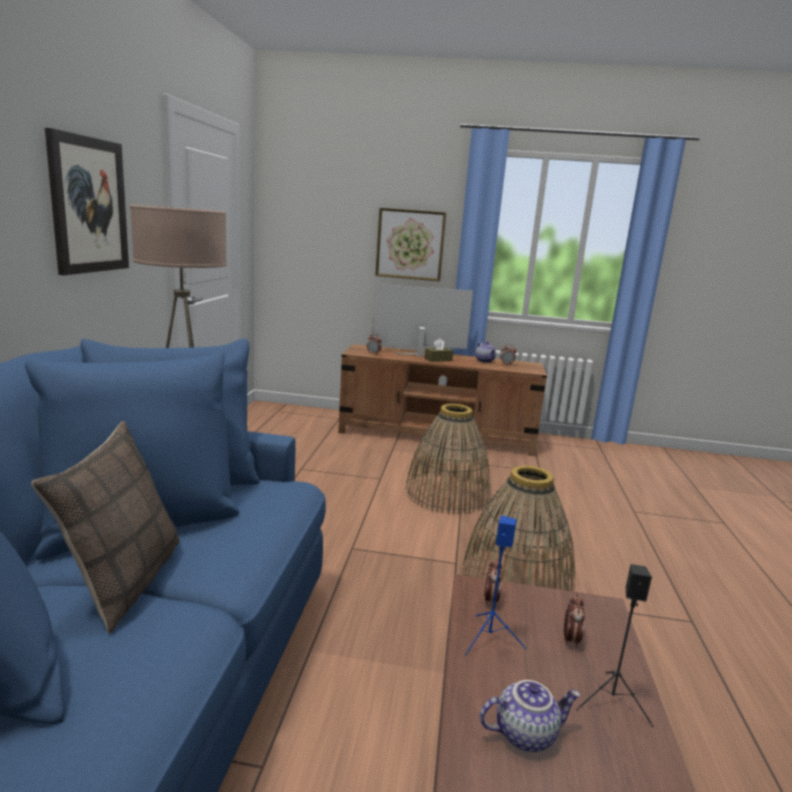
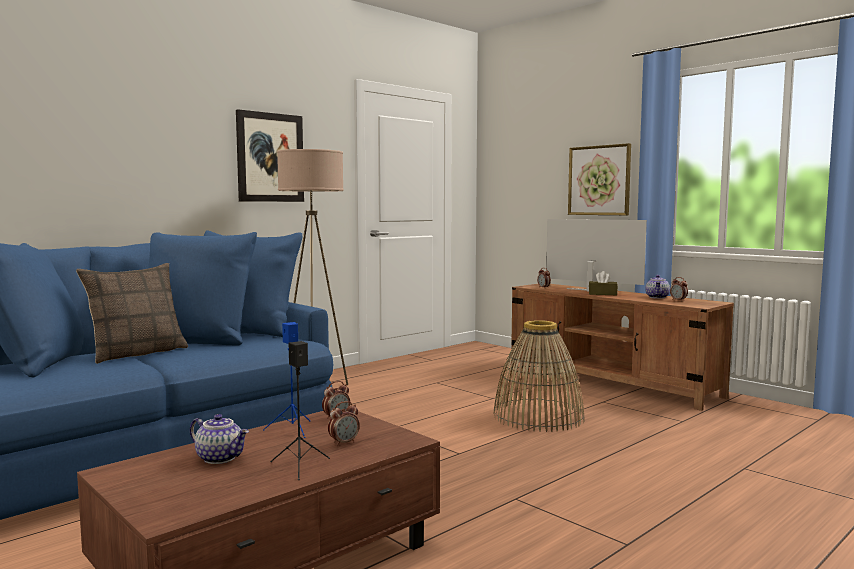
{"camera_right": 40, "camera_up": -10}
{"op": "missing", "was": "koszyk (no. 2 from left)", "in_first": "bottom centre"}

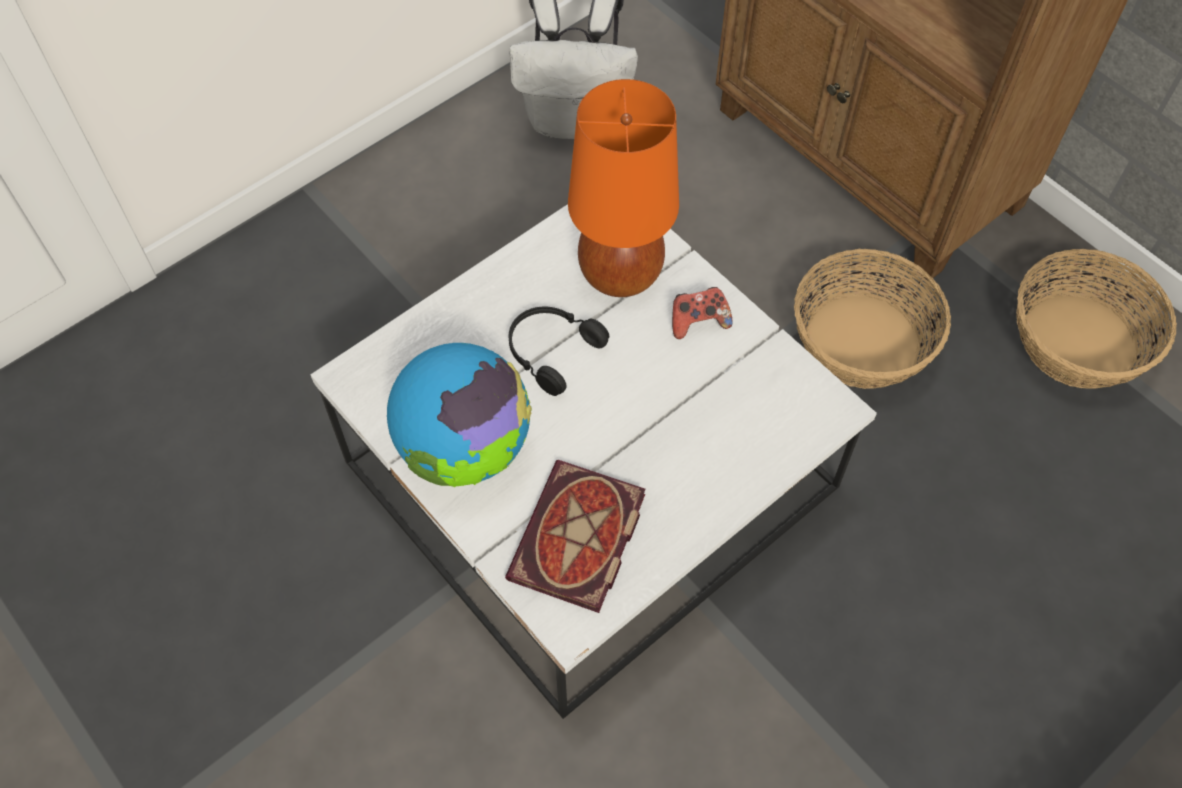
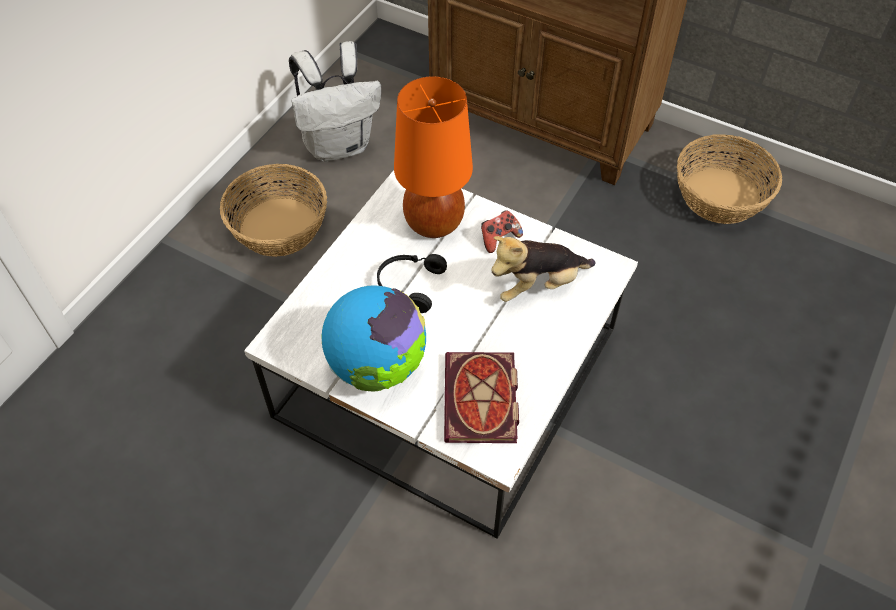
{"camera_right": -20, "camera_up": -5}
{"op": "relocated", "was": "koszyk (no. 1 from left)", "in_first": "middle right", "in_second": "middle left"}
{"op": "appeared", "now": "pluszak", "in_second": "centre"}

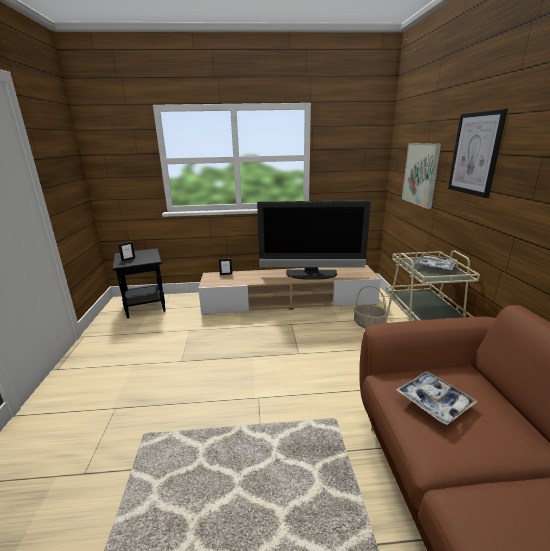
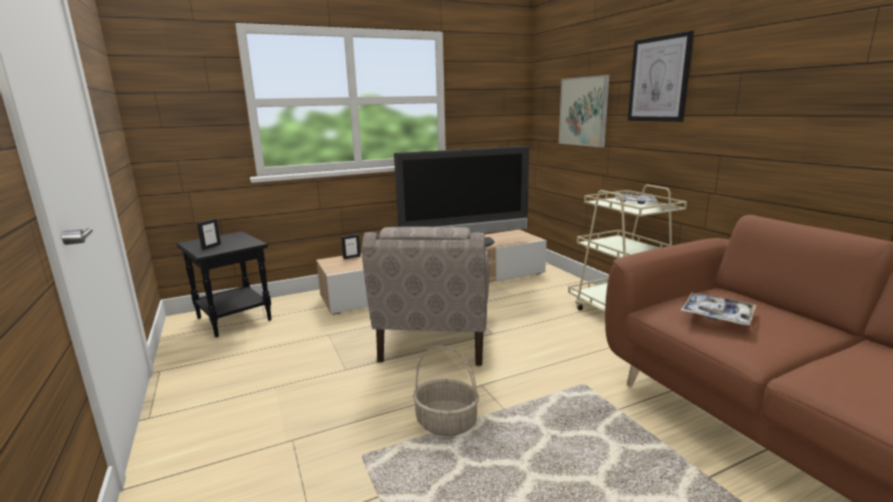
{"camera_right": -20, "camera_up": -5}
{"op": "appeared", "now": "fotel/beżowy", "in_second": "centre"}
{"op": "relocated", "was": "koszyk", "in_first": "middle right", "in_second": "bottom centre"}

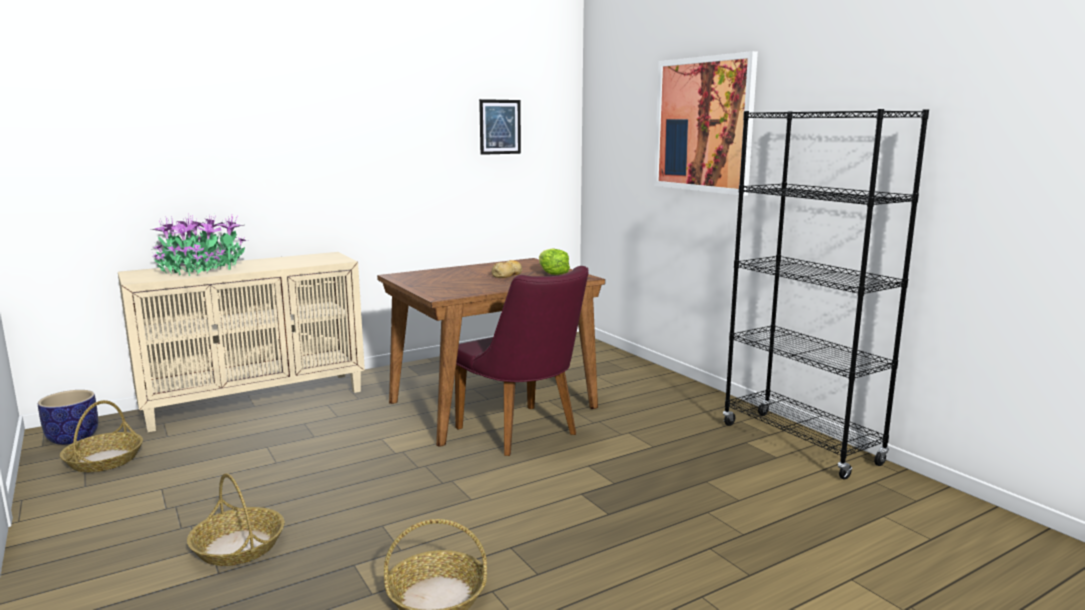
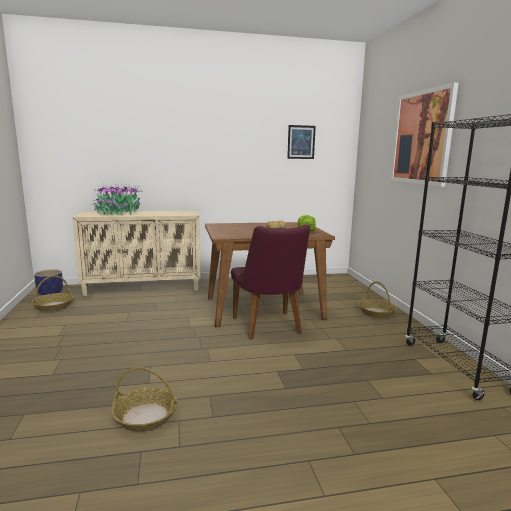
{"camera_right": 20, "camera_up": 0}
{"op": "relocated", "was": "koszyk (no. 2 from left in the first image)", "now": "koszyk (no. 3 from left)", "in_first": "bottom left", "in_second": "middle right"}

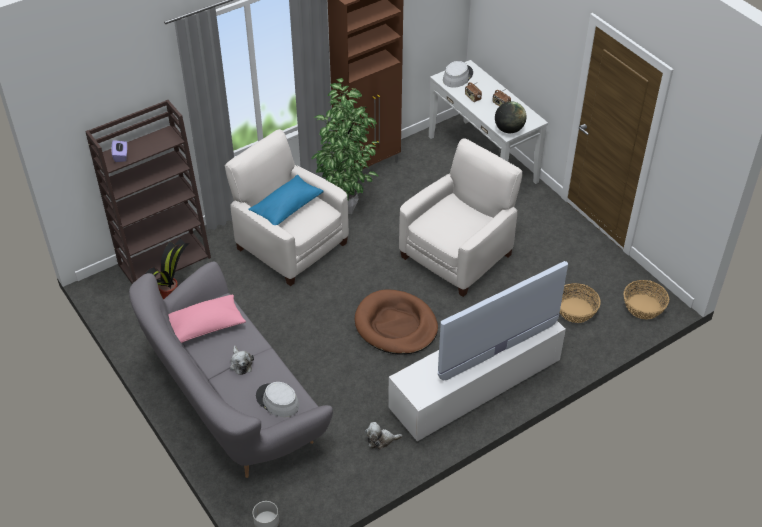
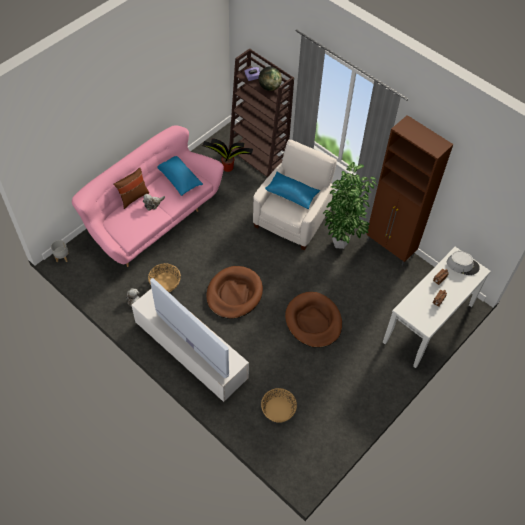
{"camera_right": 75, "camera_up": 10}
{"op": "colour", "was": "kanapa/szary", "now": "kanapa/różowy", "in_first": "bottom left", "in_second": "middle left"}
{"op": "appeared", "now": "poduszka/brązowy", "in_second": "middle left"}
{"op": "relocated", "was": "koszyk (no. 2 from left in the first image)", "now": "koszyk (no. 1 from left)", "in_first": "middle right", "in_second": "middle left"}
{"op": "colour", "was": "poduszka/różowy", "now": "poduszka/niebieski (no. 1 from left)", "in_first": "middle left", "in_second": "centre"}
{"op": "relocated", "was": "globus", "in_first": "top right", "in_second": "top centre"}
{"op": "exchanged", "was": "fotel/biały (no. 2 from left)", "now": "legowisko/brązowy (no. 2 from left)", "in_first": "centre", "in_second": "centre"}
{"op": "missing", "was": "kapelusz/szary (no. 1 from left)", "in_first": "bottom centre"}

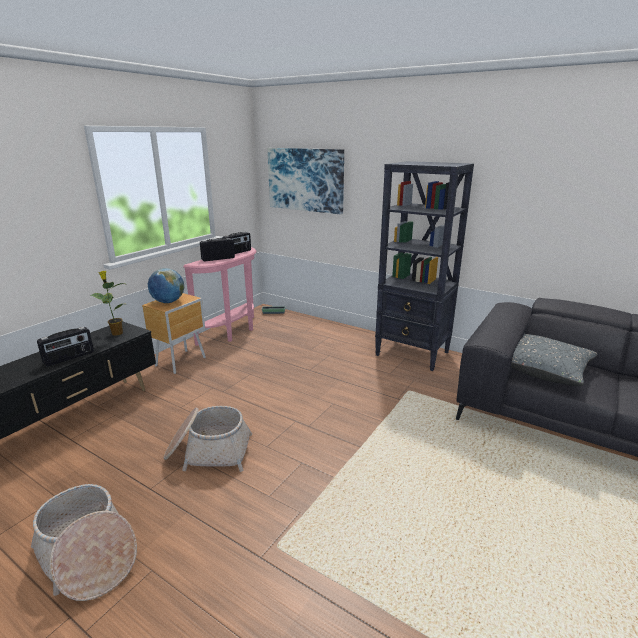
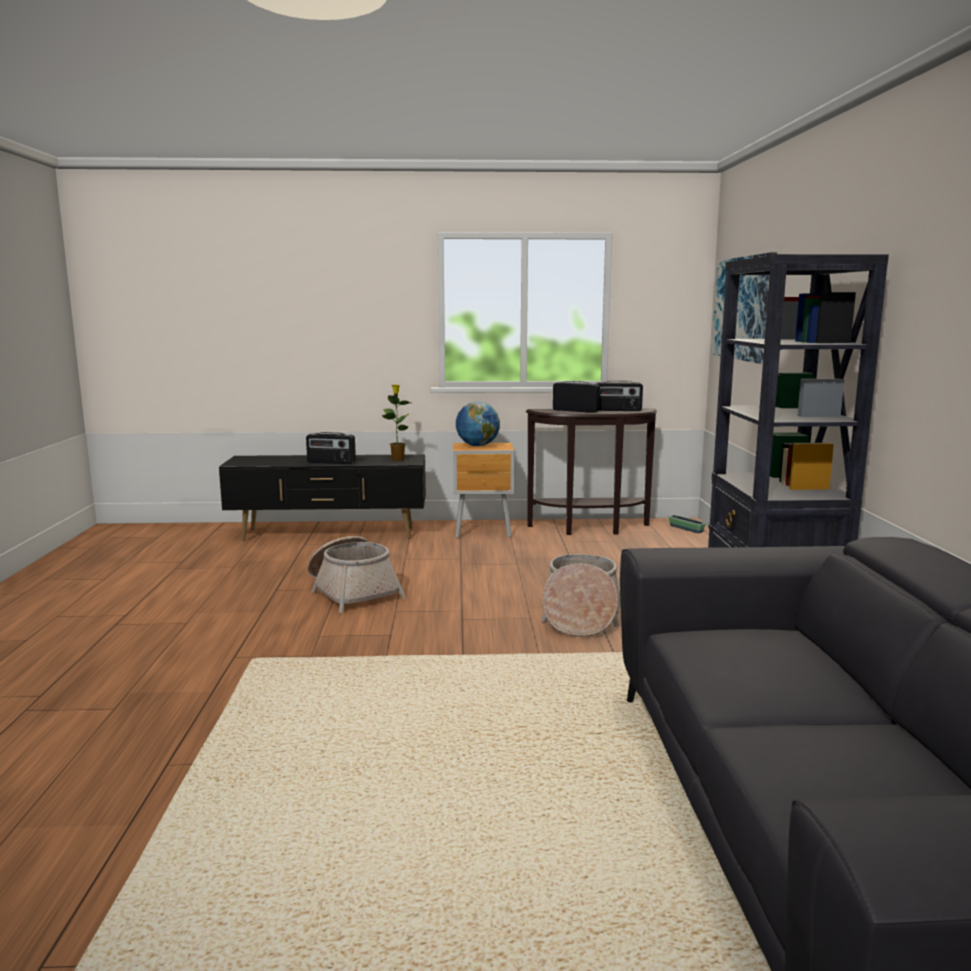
{"camera_right": 55, "camera_up": -10}
{"op": "colour", "was": "stolik konsolowy/różowy", "now": "stolik konsolowy/brązowy", "in_first": "centre", "in_second": "centre"}
{"op": "relocated", "was": "koszyk (no. 1 from left in the first image)", "now": "koszyk (no. 2 from left)", "in_first": "bottom left", "in_second": "centre"}
{"op": "missing", "was": "poduszka/szary", "in_first": "middle right"}

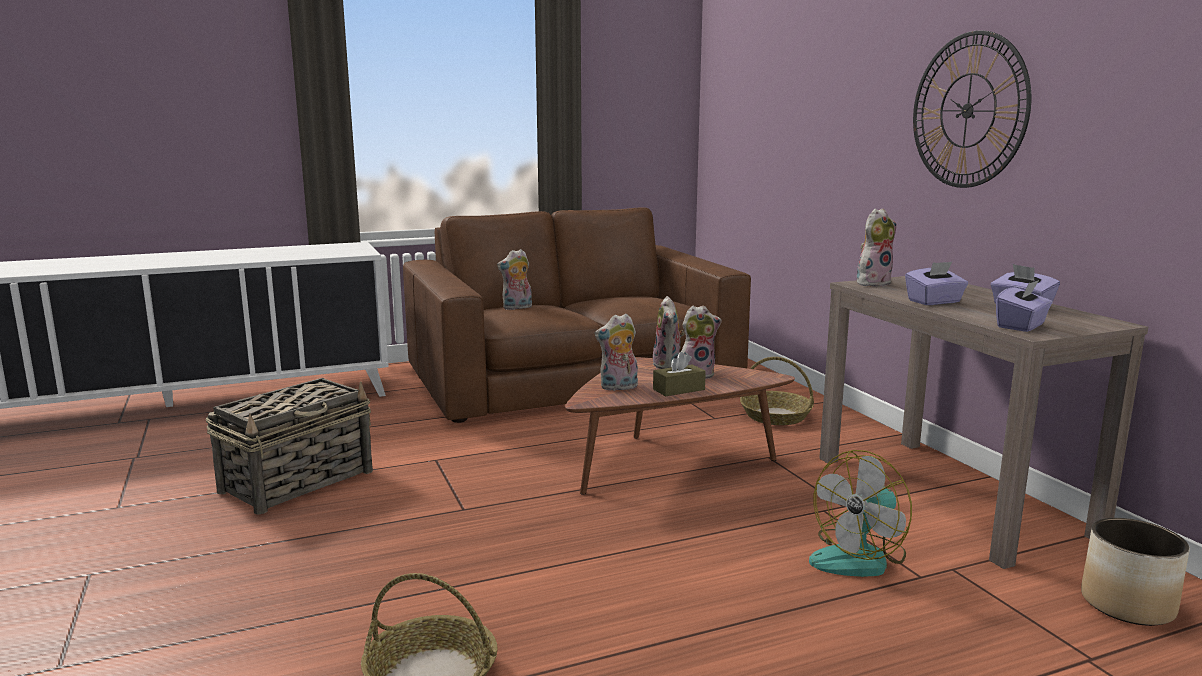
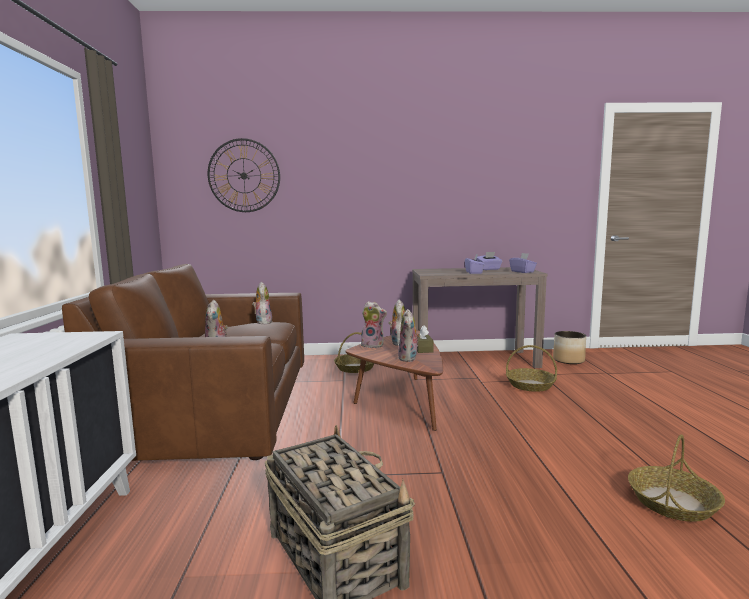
{"camera_right": -70, "camera_up": -5}
{"op": "relocated", "was": "zegar ścienny", "in_first": "top right", "in_second": "top left"}
{"op": "relocated", "was": "pluszak (no. 5 from left in the first image)", "now": "pluszak (no. 2 from left)", "in_first": "middle right", "in_second": "centre"}
{"op": "exchanged", "was": "wentylator", "now": "koszyk (no. 3 from left)", "in_first": "bottom right", "in_second": "middle right"}

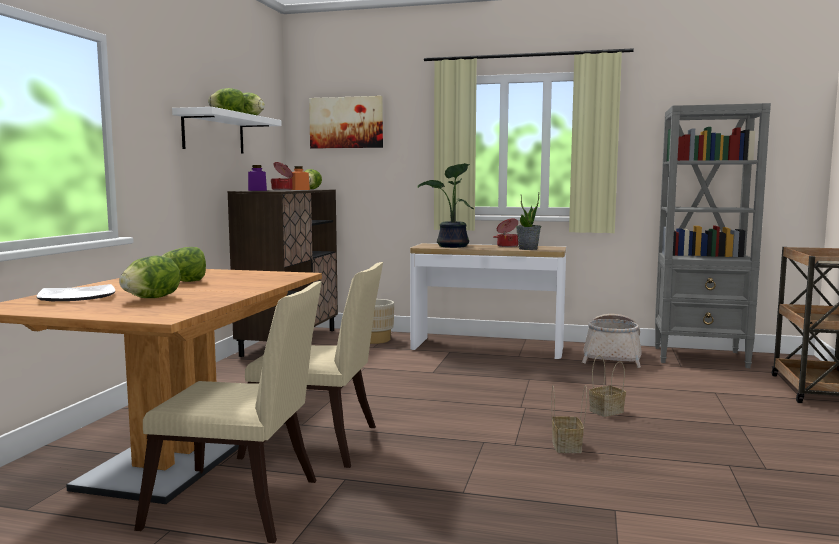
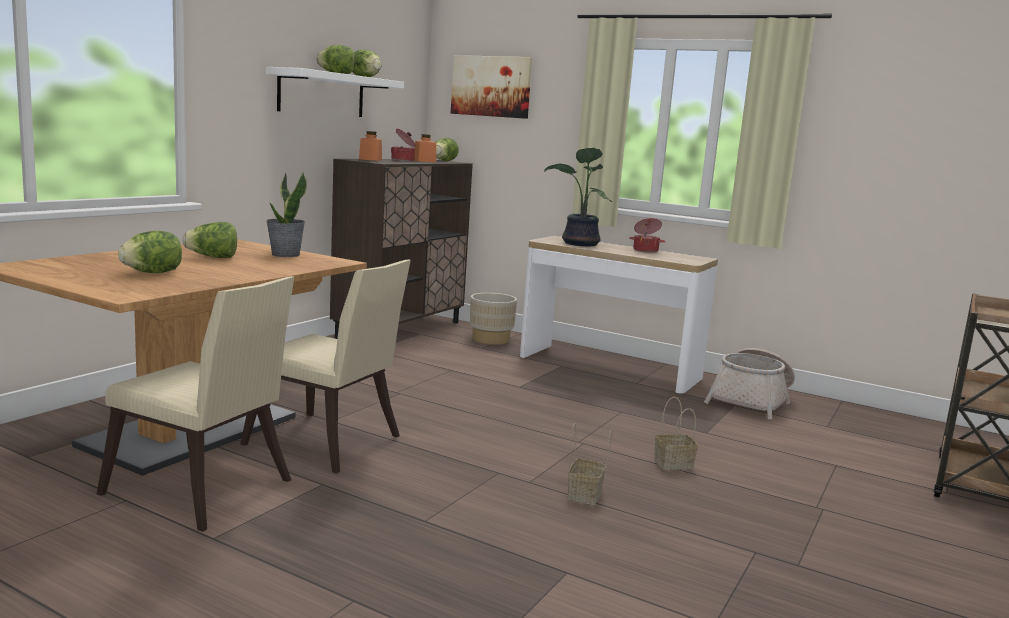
{"camera_right": 15, "camera_up": 5}
{"op": "relocated", "was": "roślina doniczkowa (no. 2 from left in the first image)", "now": "roślina doniczkowa (no. 1 from left)", "in_first": "centre", "in_second": "middle left"}
{"op": "colour", "was": "słoik/fioletowy", "now": "słoik/pomarańczowy (no. 1 from left)", "in_first": "top left", "in_second": "top centre"}
{"op": "missing", "was": "talerz", "in_first": "middle left"}
{"op": "missing", "was": "regał/szary", "in_first": "middle right"}

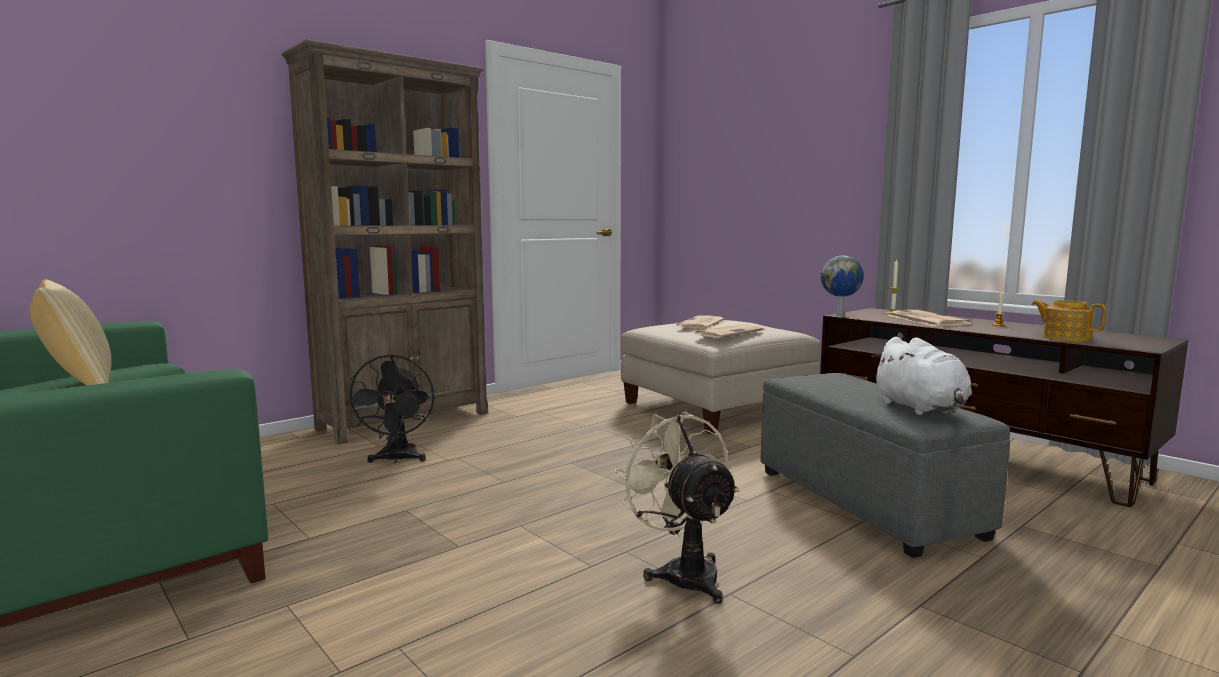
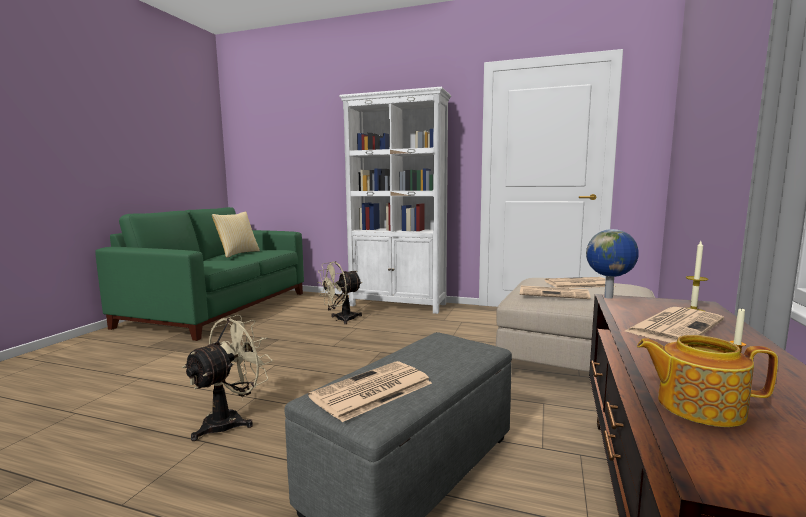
{"camera_right": 60, "camera_up": 0}
{"op": "exchanged", "was": "pluszak/biały", "now": "gazeta (no. 1 from left)", "in_first": "middle right", "in_second": "bottom centre"}
{"op": "colour", "was": "wentylator/czarny", "now": "wentylator/beżowy (no. 2 from left)", "in_first": "middle left", "in_second": "centre"}
{"op": "colour", "was": "regał/brązowy", "now": "regał/biały", "in_first": "middle left", "in_second": "centre"}
{"op": "spun", "was": "imbryk", "in_first": "middle right", "in_second": "bottom right", "clockwise": -90}

